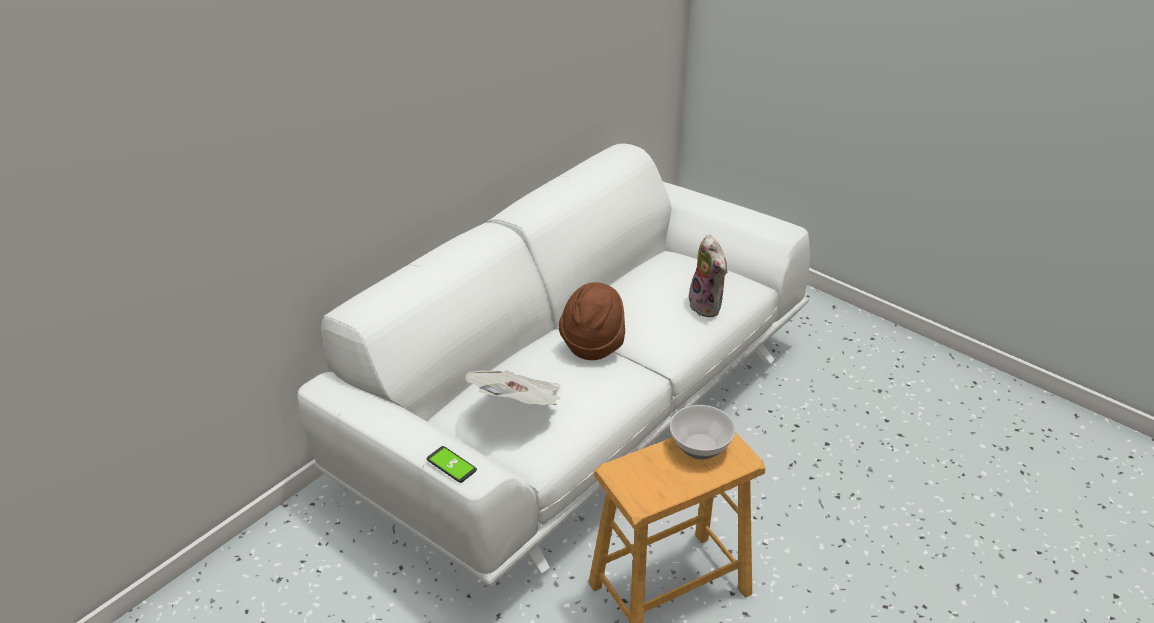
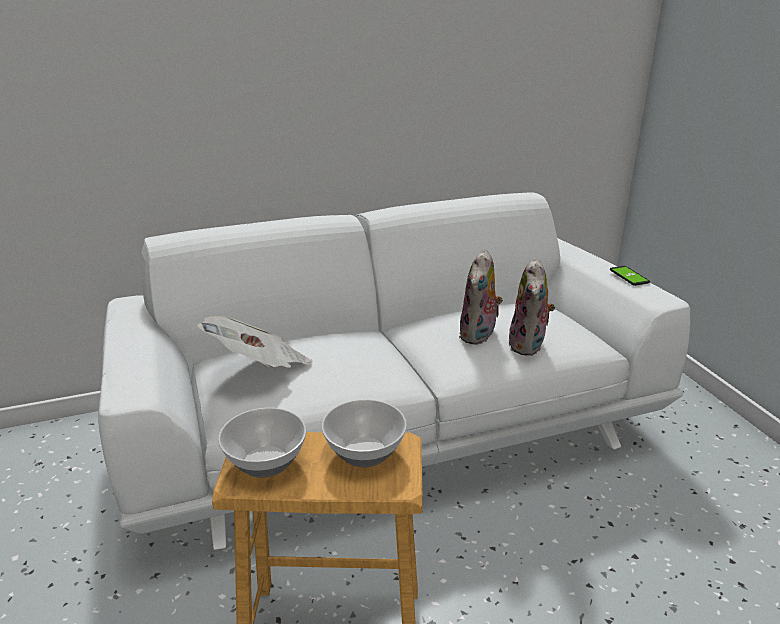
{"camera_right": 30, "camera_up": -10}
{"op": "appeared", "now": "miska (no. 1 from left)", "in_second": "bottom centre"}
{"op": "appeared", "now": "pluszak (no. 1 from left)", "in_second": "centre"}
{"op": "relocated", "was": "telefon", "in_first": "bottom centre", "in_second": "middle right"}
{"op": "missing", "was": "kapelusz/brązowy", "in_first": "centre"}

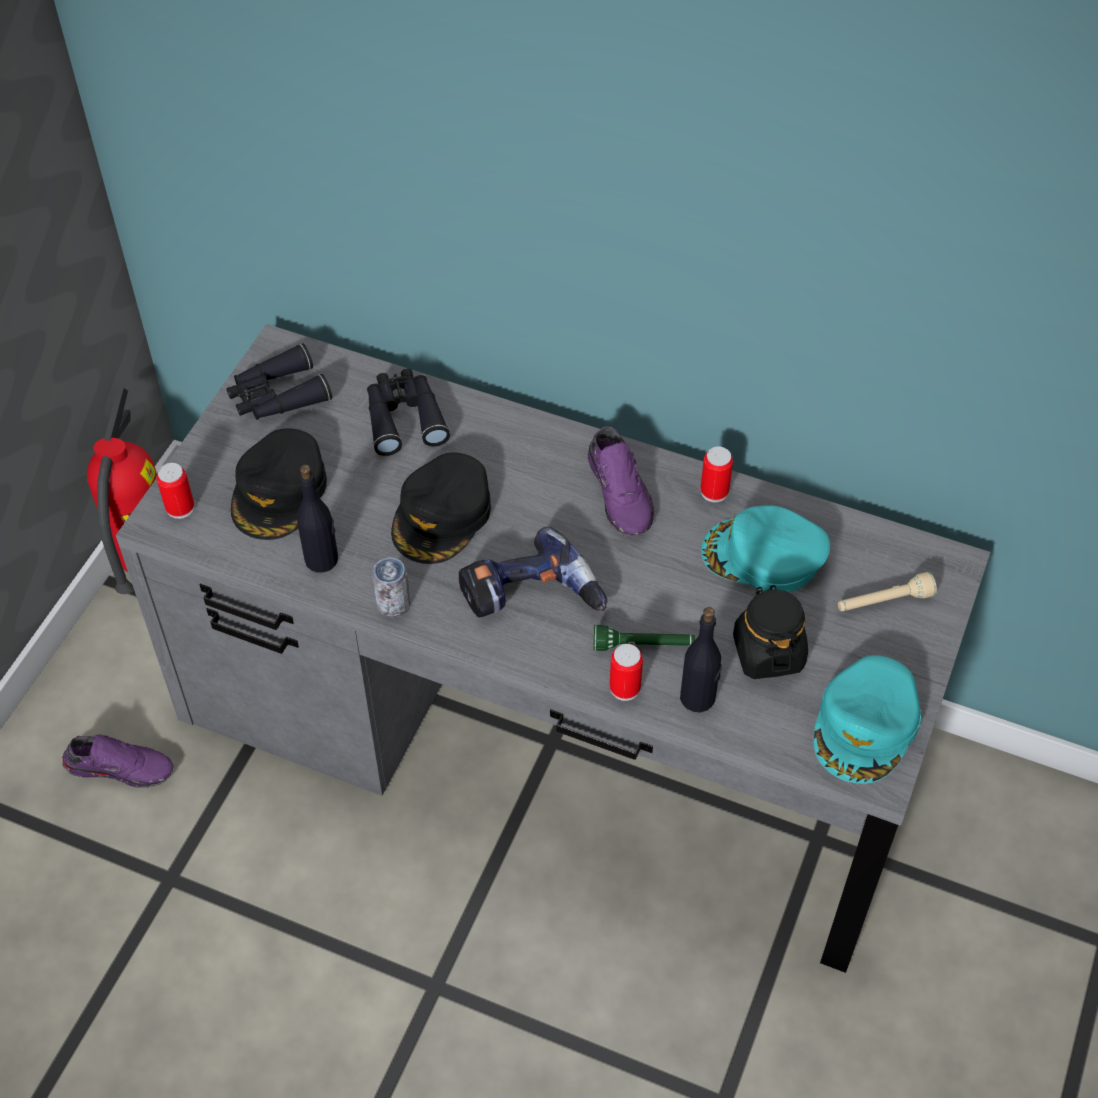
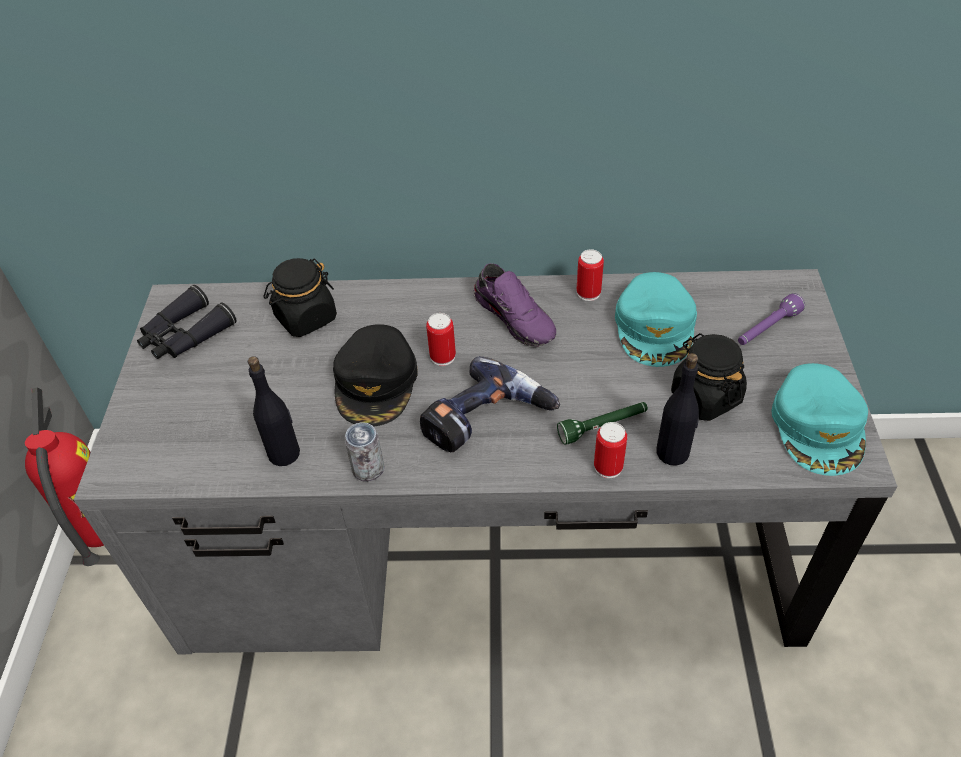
{"camera_right": -20, "camera_up": -5}
{"op": "exchanged", "was": "lornetka/czarny (no. 2 from left)", "now": "słoik/czarny (no. 1 from left)", "in_first": "centre", "in_second": "middle left"}
{"op": "relocated", "was": "puszka (no. 1 from left in the first image)", "now": "puszka (no. 2 from left)", "in_first": "middle left", "in_second": "centre"}
{"op": "spun", "was": "czapka z daszkiem/turkusowy (no. 1 from left)", "in_first": "middle right", "in_second": "middle right", "clockwise": -75}
{"op": "colour", "was": "latarka/beżowy", "now": "latarka/fioletowy", "in_first": "middle right", "in_second": "middle right"}
{"op": "missing", "was": "but/fioletowy (no. 1 from left)", "in_first": "bottom left"}
{"op": "missing", "was": "czapka z daszkiem/czarny (no. 1 from left)", "in_first": "middle left"}

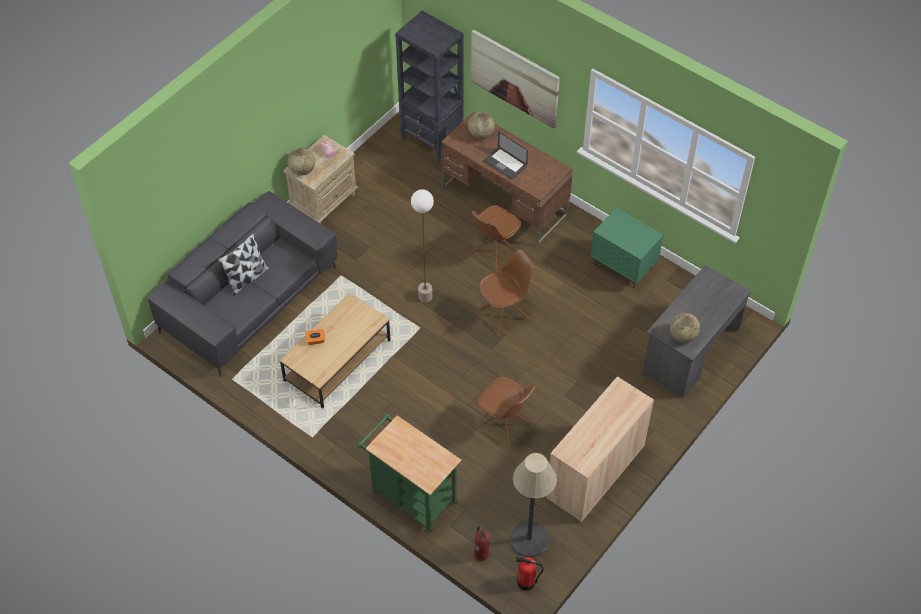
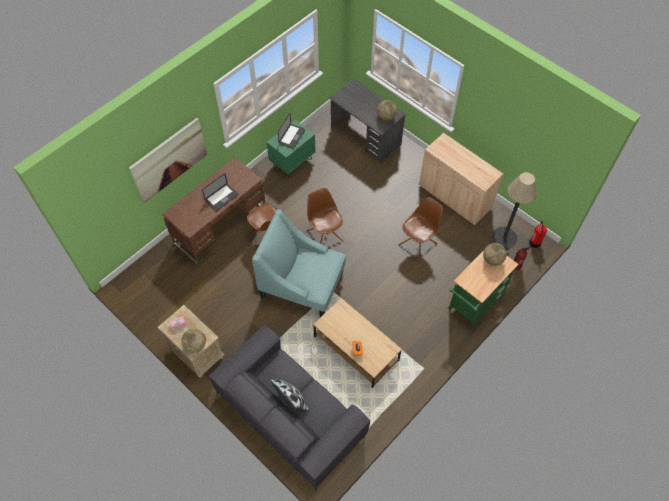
{"camera_right": -85, "camera_up": 5}
{"op": "exchanged", "was": "lampa stojąca (no. 1 from left)", "now": "fotel/turkusowy", "in_first": "centre", "in_second": "centre"}
{"op": "appeared", "now": "laptop (no. 2 from left)", "in_second": "top centre"}
{"op": "relocated", "was": "globus (no. 2 from left in the first image)", "now": "globus (no. 3 from left)", "in_first": "top centre", "in_second": "middle right"}
{"op": "missing", "was": "regał/czarny", "in_first": "top centre"}

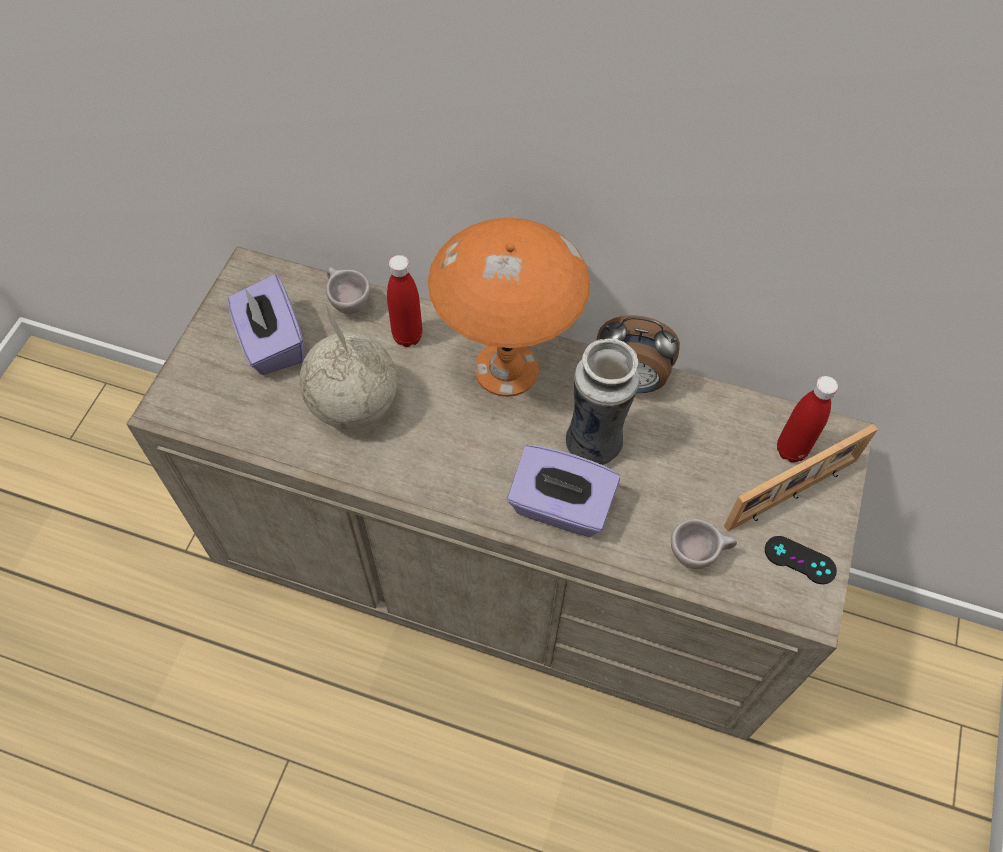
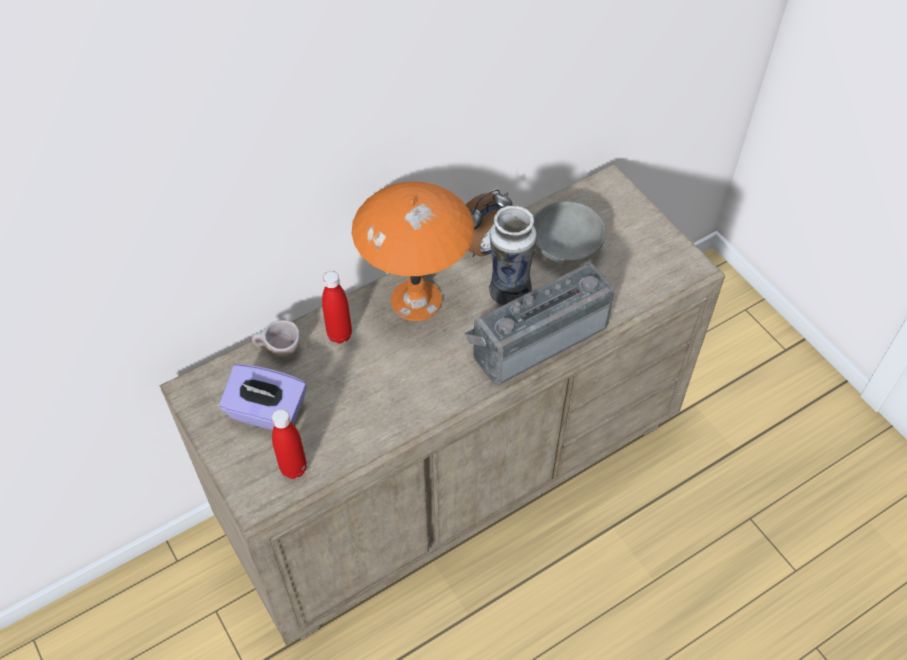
{"camera_right": -50, "camera_up": -5}
{"op": "relocated", "was": "butelka/czerwony (no. 2 from left in the first image)", "now": "butelka/czerwony (no. 1 from left)", "in_first": "middle right", "in_second": "bottom left"}
{"op": "exchanged", "was": "pudełko chusteczek/fioletowy (no. 2 from left)", "now": "radio", "in_first": "centre", "in_second": "centre"}
{"op": "appeared", "now": "miska/szary", "in_second": "centre"}
{"op": "missing", "was": "globus", "in_first": "centre"}
{"op": "missing", "was": "filiżanka/beżowy (no. 2 from left)", "in_first": "middle right"}
{"op": "missing", "was": "ramka na zdjęcie", "in_first": "middle right"}
{"op": "missing", "was": "pad do gier/czarny", "in_first": "middle right"}

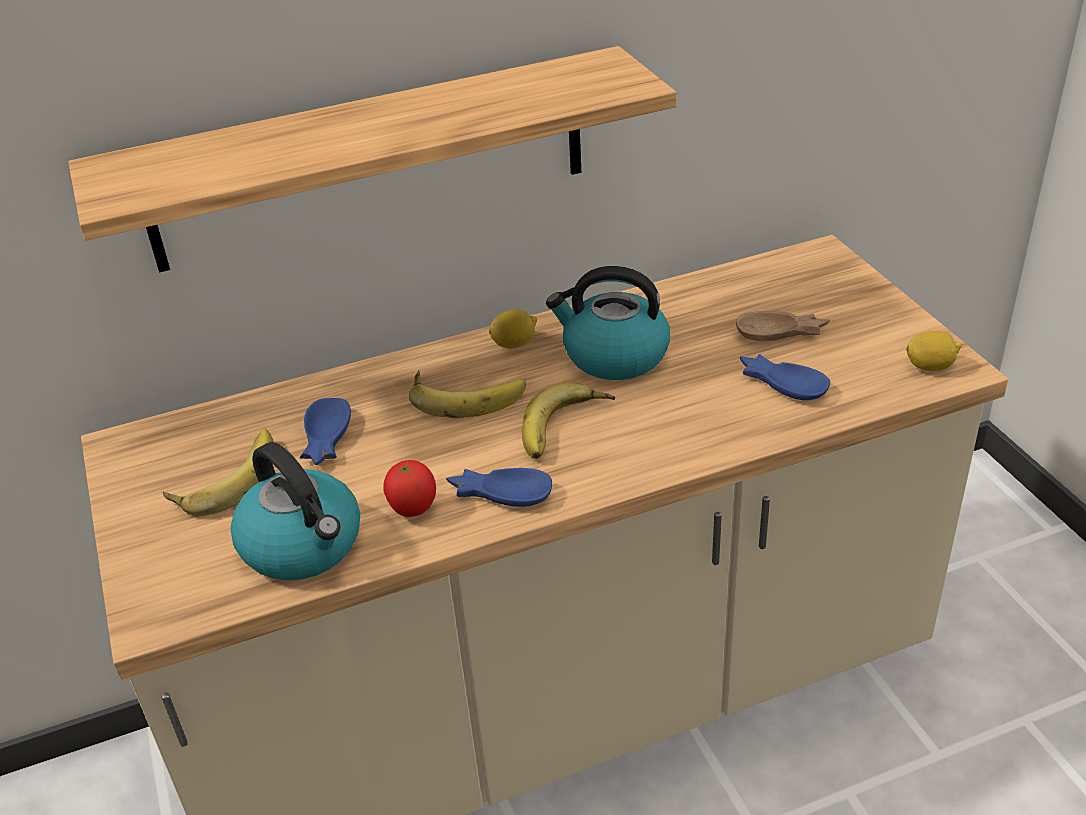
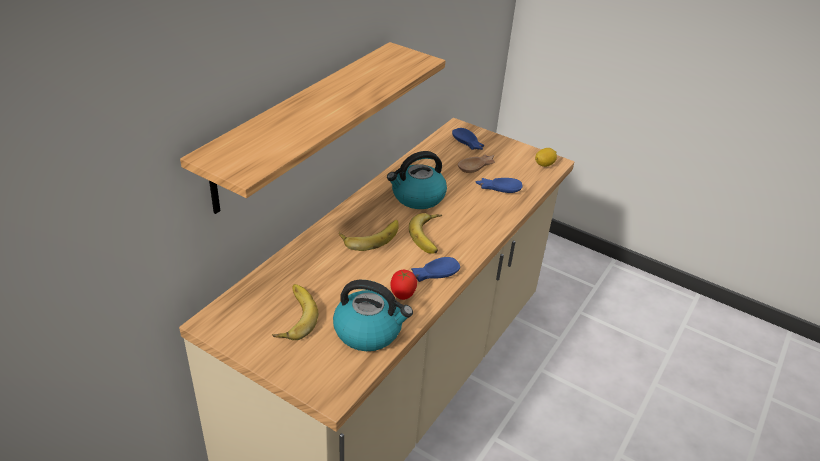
{"camera_right": -40, "camera_up": 0}
{"op": "relocated", "was": "miska/niebieski (no. 1 from left in the first image)", "now": "miska/niebieski (no. 2 from left)", "in_first": "middle left", "in_second": "top centre"}
{"op": "missing", "was": "cytryna (no. 1 from left)", "in_first": "centre"}

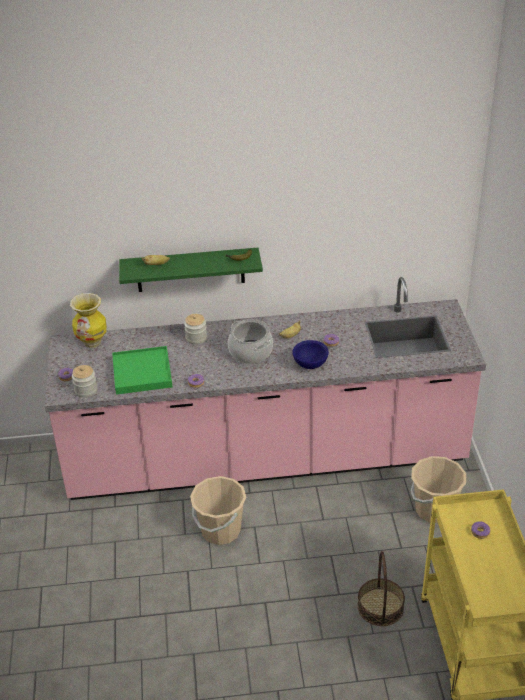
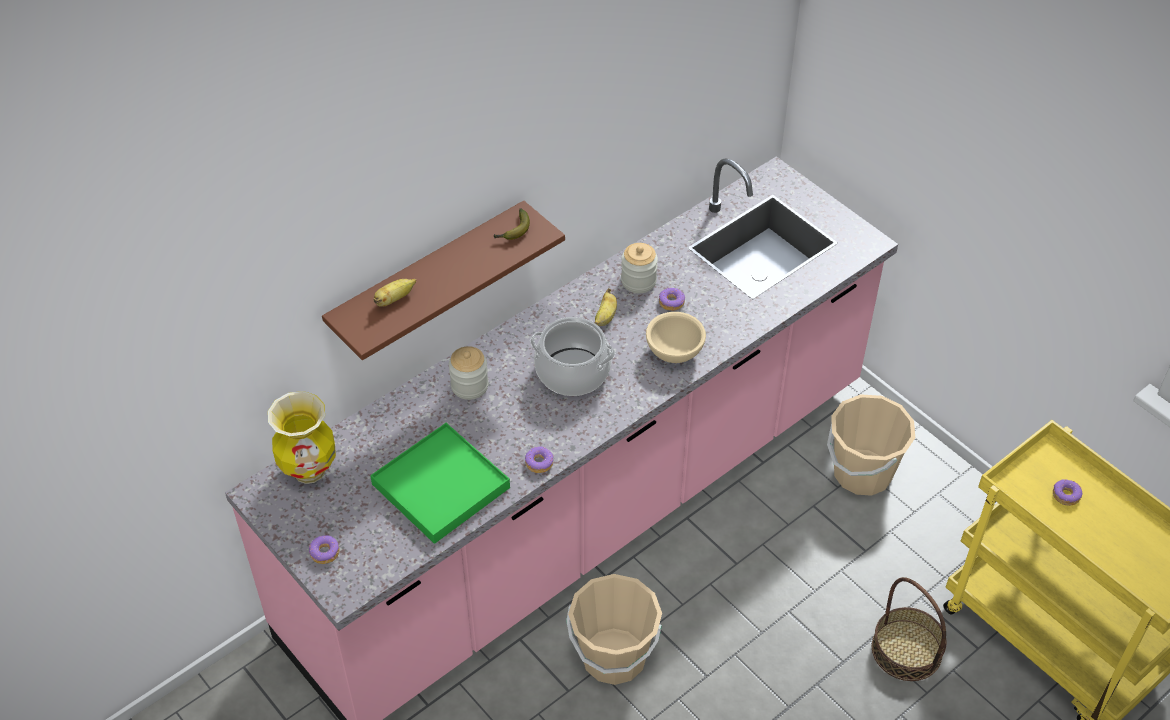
{"camera_right": -35, "camera_up": 10}
{"op": "colour", "was": "półka/zielony", "now": "półka/brązowy", "in_first": "centre", "in_second": "centre"}
{"op": "relocated", "was": "słoik (no. 1 from left in the first image)", "now": "słoik (no. 2 from left)", "in_first": "middle left", "in_second": "centre"}
{"op": "colour", "was": "miska/niebieski", "now": "miska/beżowy", "in_first": "centre", "in_second": "centre"}

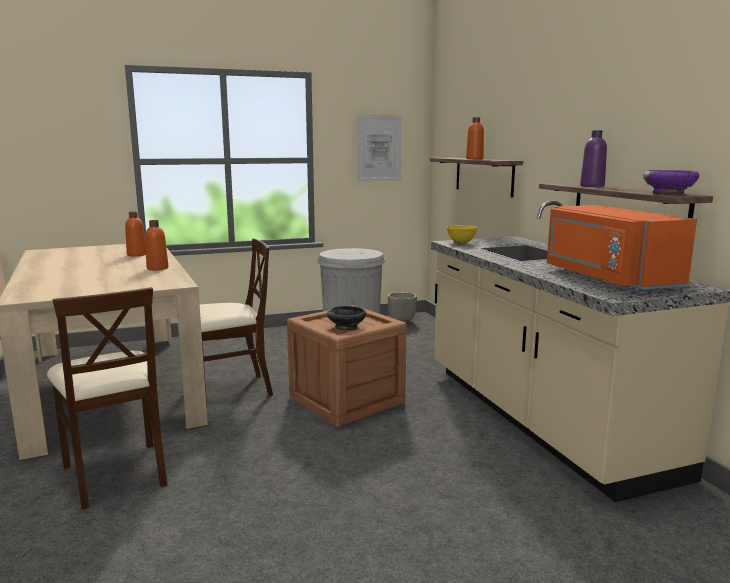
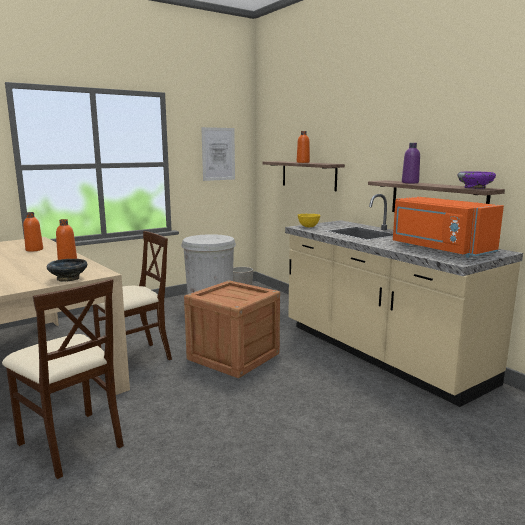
{"camera_right": -15, "camera_up": 0}
{"op": "relocated", "was": "miska/czarny", "in_first": "centre", "in_second": "middle left"}

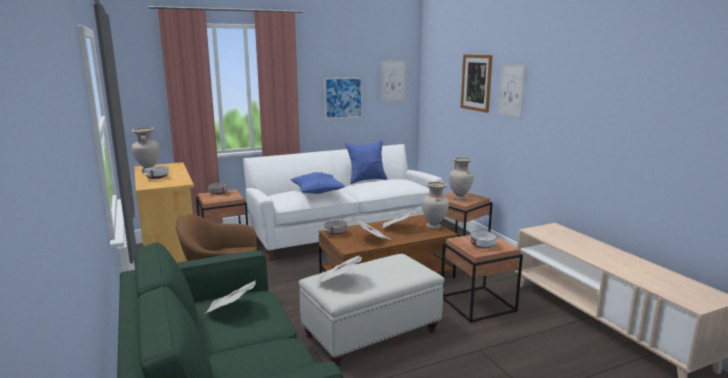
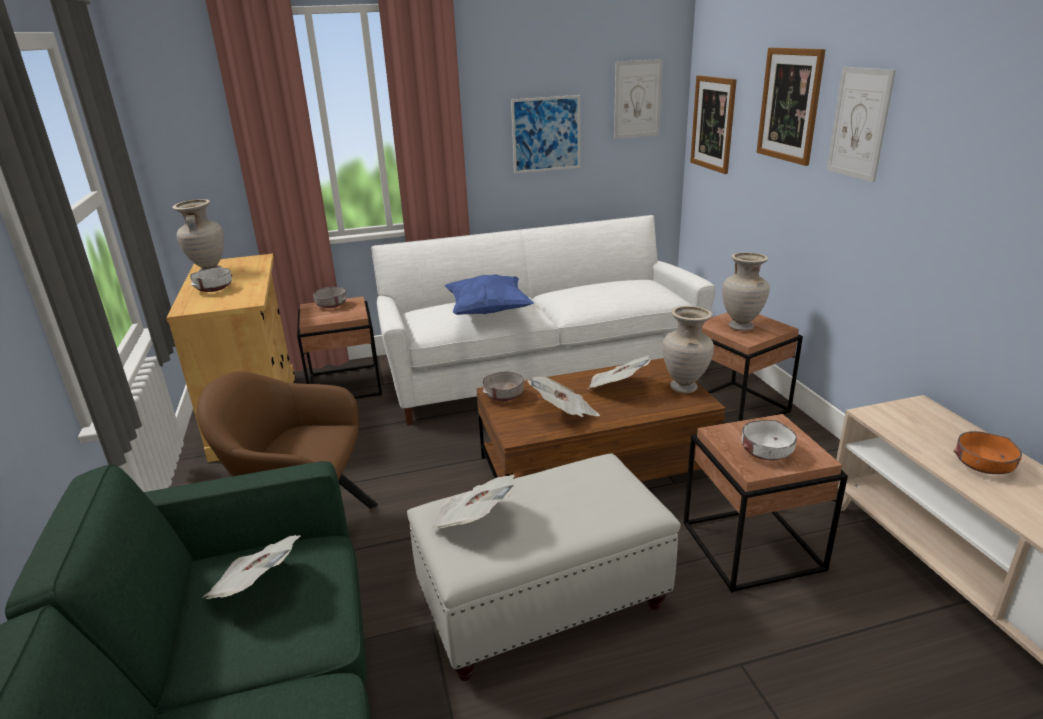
{"camera_right": 10, "camera_up": 10}
{"op": "appeared", "now": "obraz (no. 3 from left)", "in_second": "top right"}
{"op": "appeared", "now": "miska/pomarańczowy", "in_second": "middle right"}
{"op": "missing", "was": "poduszka/niebieski (no. 2 from left)", "in_first": "centre"}

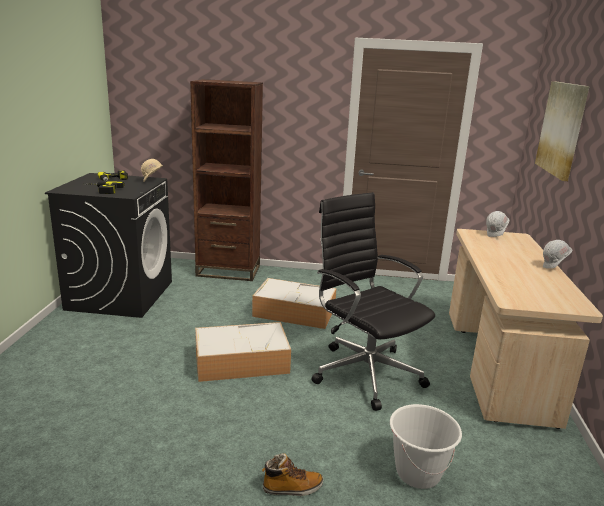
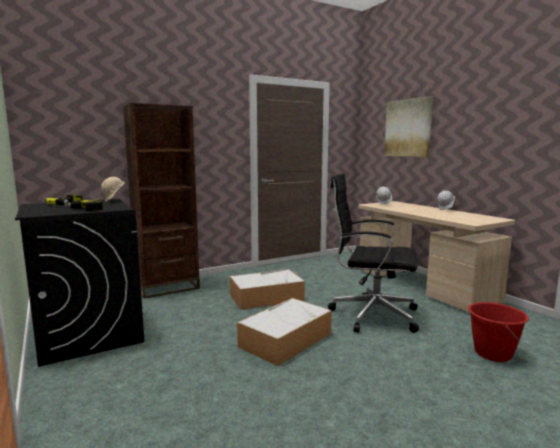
{"camera_right": -35, "camera_up": -10}
{"op": "colour", "was": "wiadro/biały", "now": "wiadro/czerwony", "in_first": "bottom right", "in_second": "bottom right"}
{"op": "missing", "was": "but z cholewką", "in_first": "bottom centre"}

